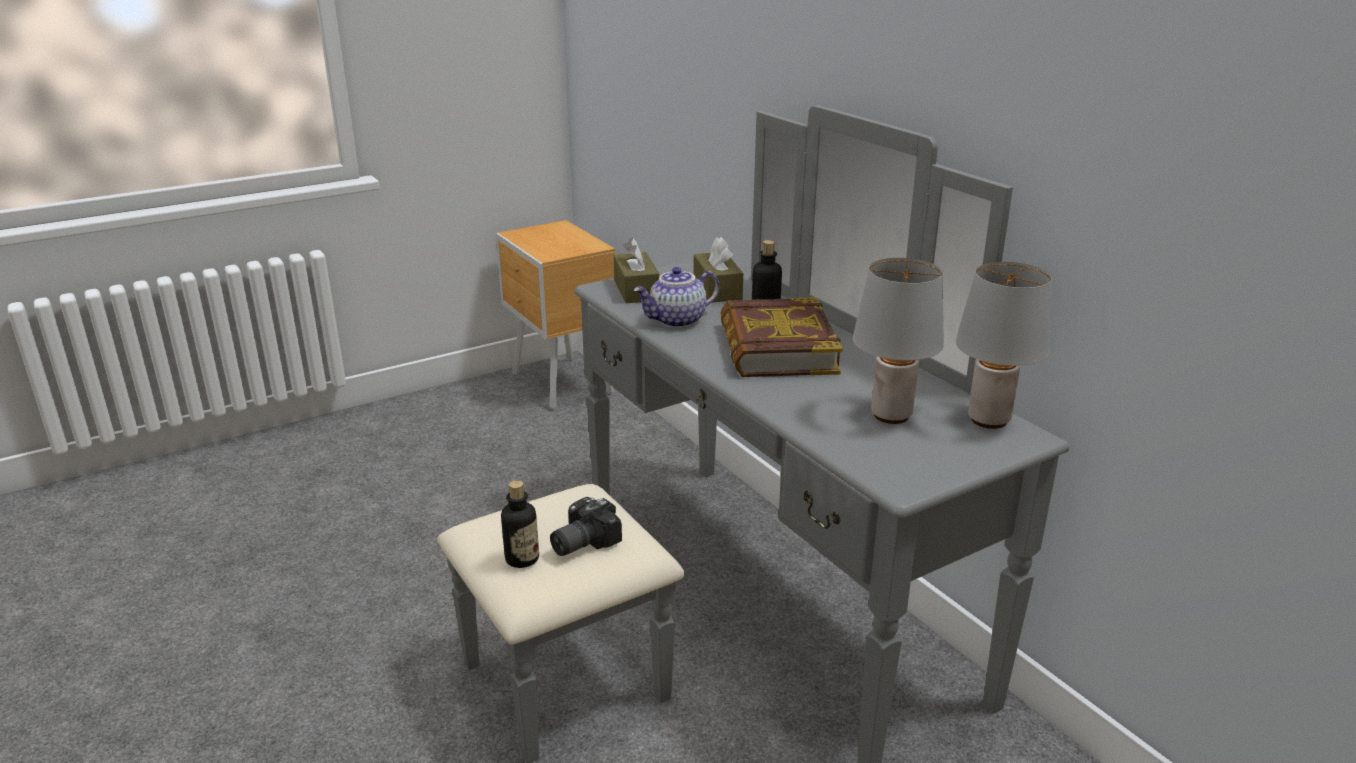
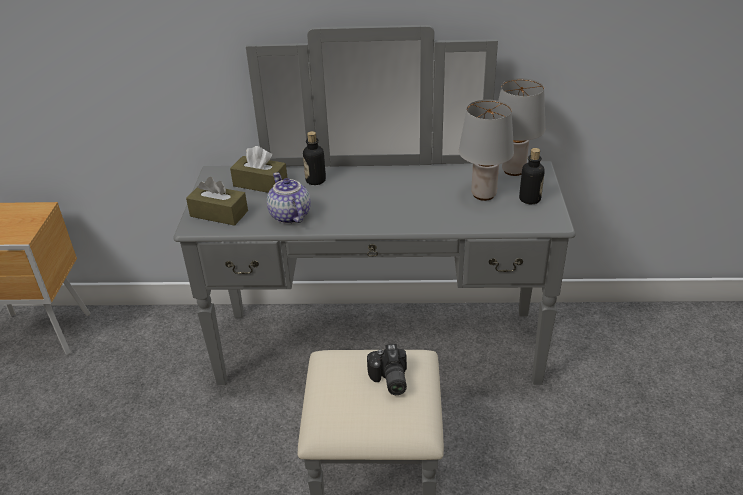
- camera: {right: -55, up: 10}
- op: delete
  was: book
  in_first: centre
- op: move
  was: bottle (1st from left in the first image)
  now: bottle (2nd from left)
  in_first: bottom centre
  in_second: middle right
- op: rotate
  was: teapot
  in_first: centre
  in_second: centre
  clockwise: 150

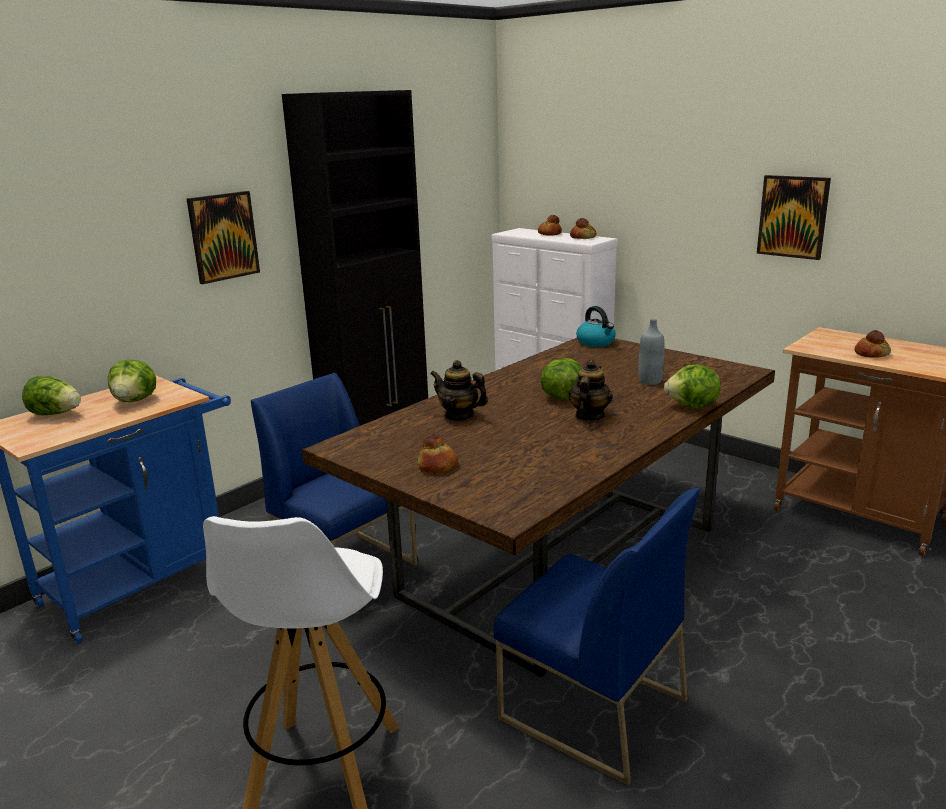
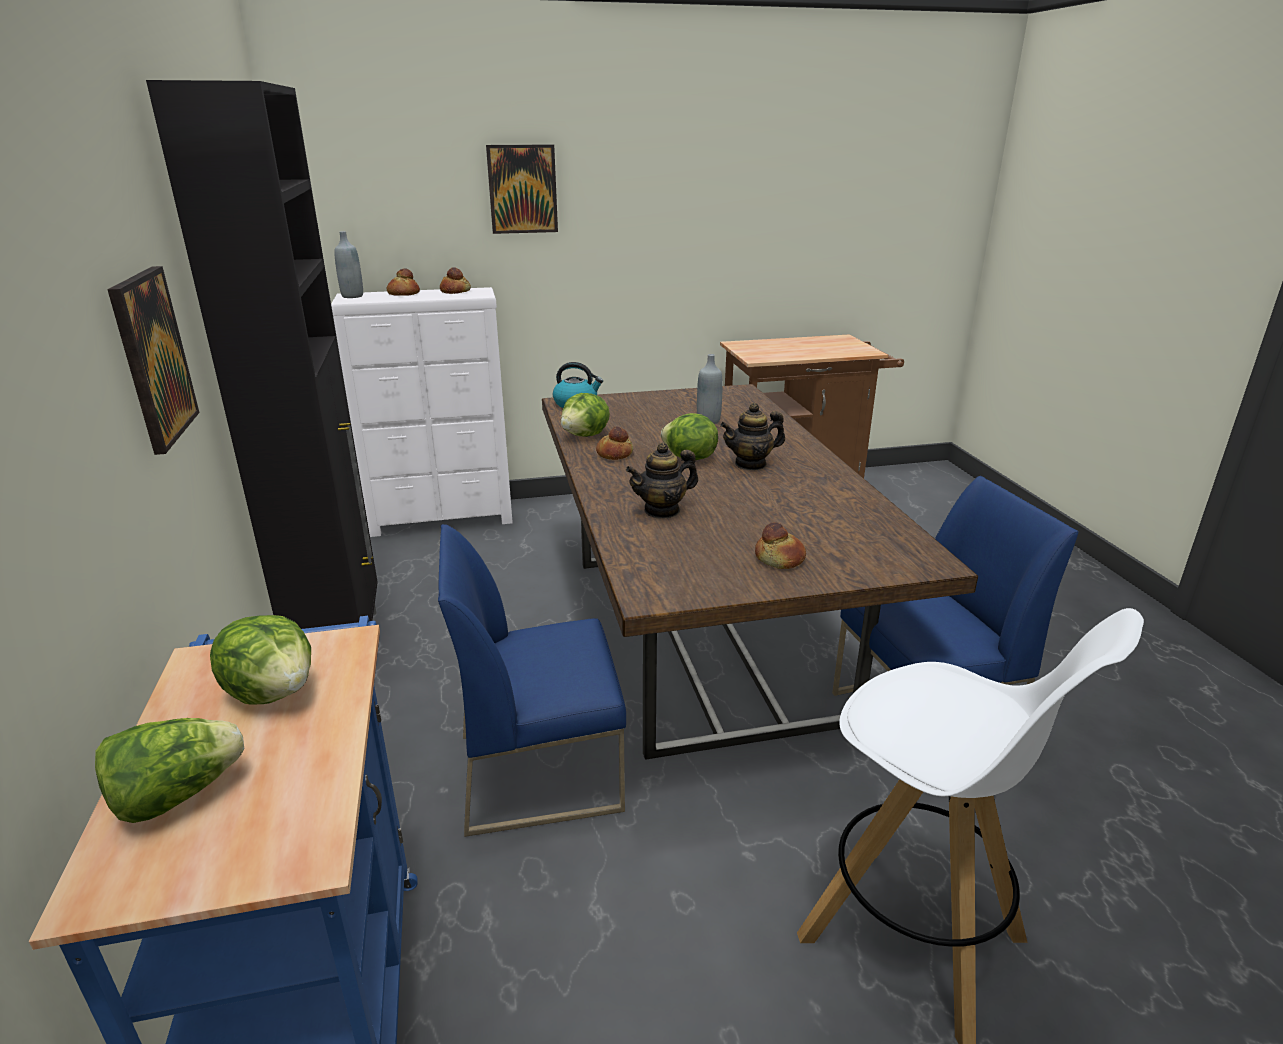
- camera: {right: -55, up: 5}
- op: insert
  now: grey bottle (1st from left)
  in_second: top left
- op: move
  was: lettuce (4th from left in the first image)
  now: lettuce (3rd from left)
  in_first: middle right
  in_second: centre
- op: move
  was: picture (2nd from left)
  in_first: top right
  in_second: top centre
- op: move
  was: bread (4th from left in the first image)
  now: bread (3rd from left)
  in_first: middle right
  in_second: centre
- op: rotate
  was: teapot (2nd from left)
  in_first: centre
  in_second: centre
  clockwise: -75

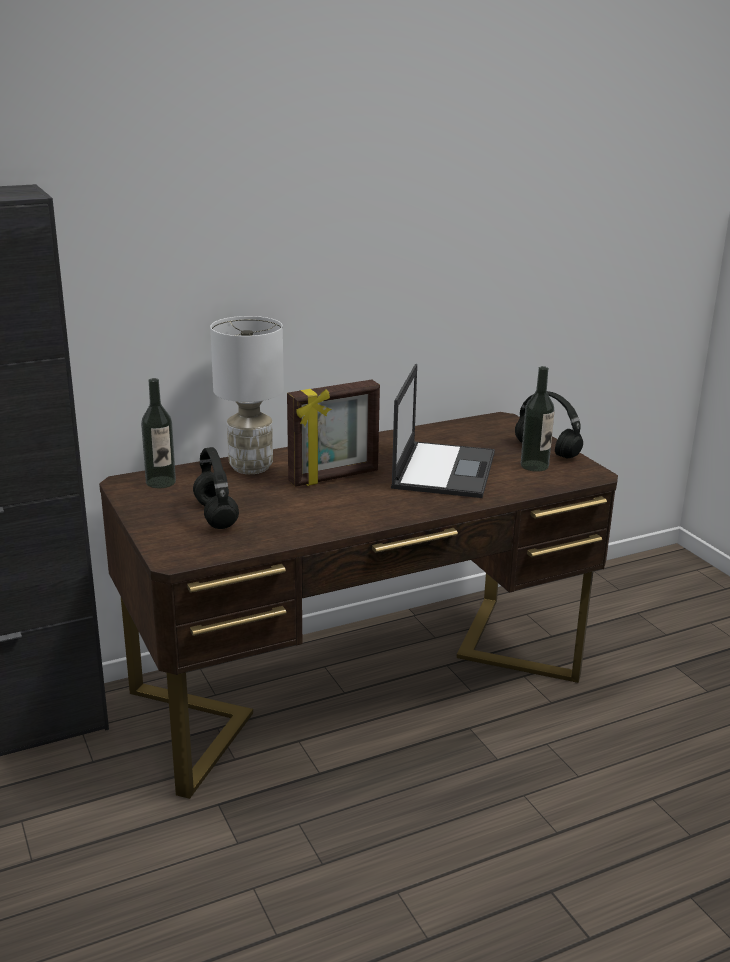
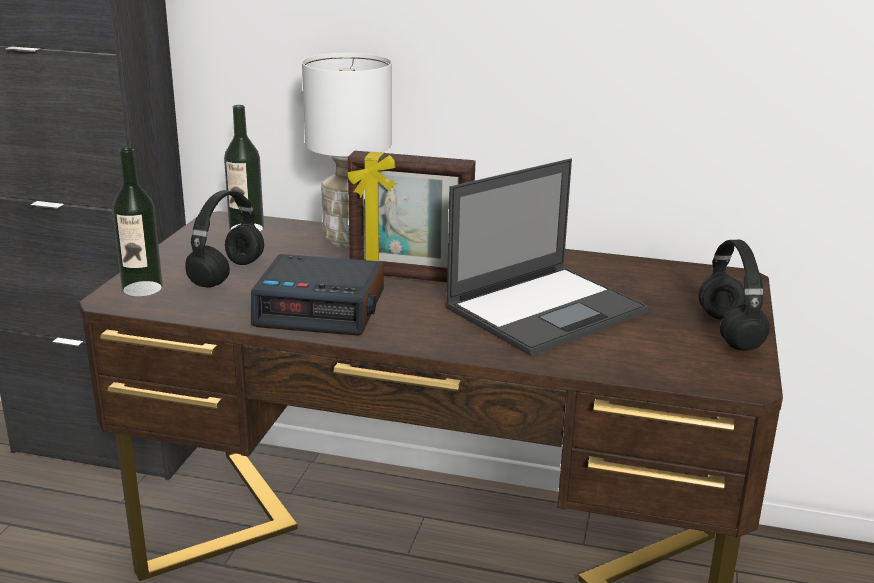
- camera: {right: 40, up: 0}
- op: insert
  now: alarm clock
  in_second: centre
- op: move
  was: bottle (2nd from left in the first image)
  now: bottle (1st from left)
  in_first: middle right
  in_second: middle left

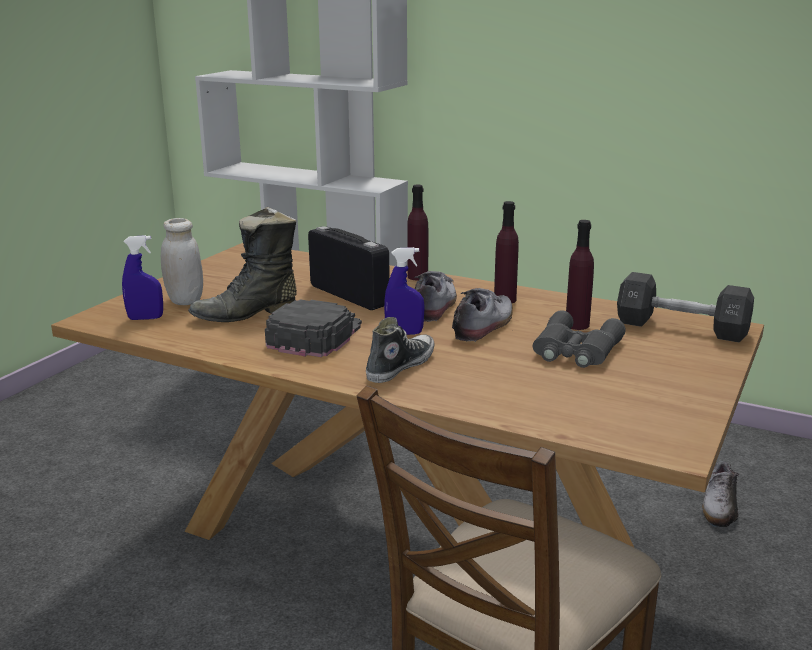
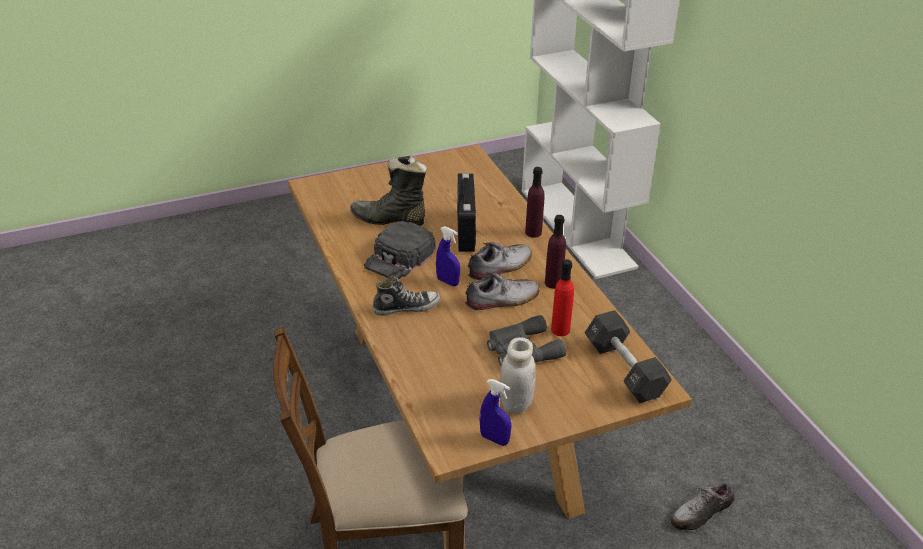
- camera: {right: 40, up: 15}
- op: move
  was: blue spray bottle (1st from left in the first image)
  now: blue spray bottle (2nd from left)
  in_first: middle left
  in_second: bottom centre
- op: move
  was: white jar
  in_first: middle left
  in_second: bottom centre
- op: recolor
  was: purple bottle (3rd from left)
  now: red bottle
  in_first: middle right
  in_second: centre
- op: rotate
  was: black cap
  in_first: centre
  in_second: centre
  clockwise: 150

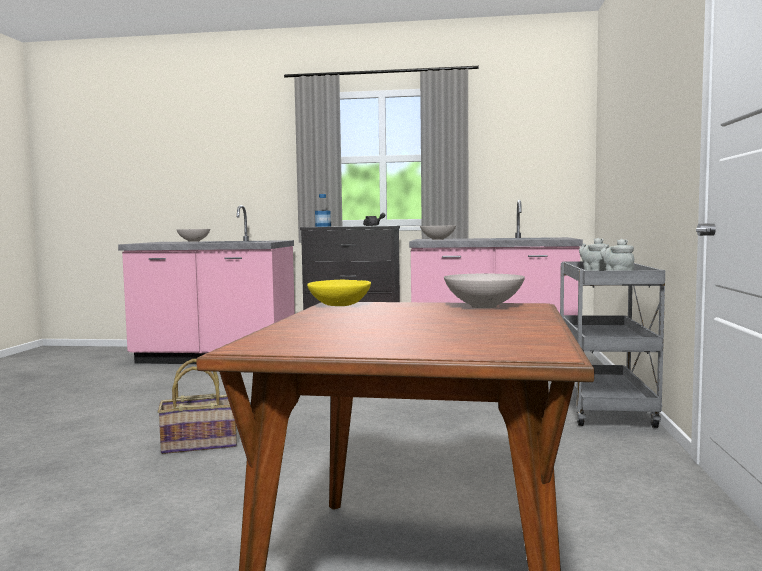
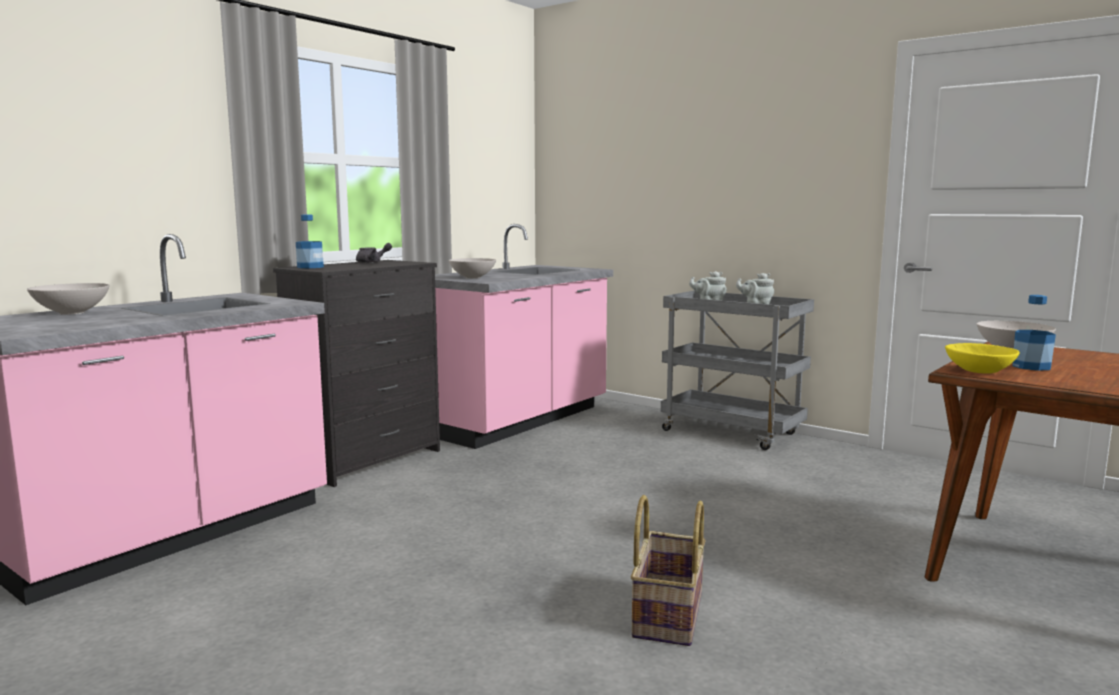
- camera: {right: -60, up: 5}
- op: insert
  now: bottle (2nd from left)
  in_second: middle right

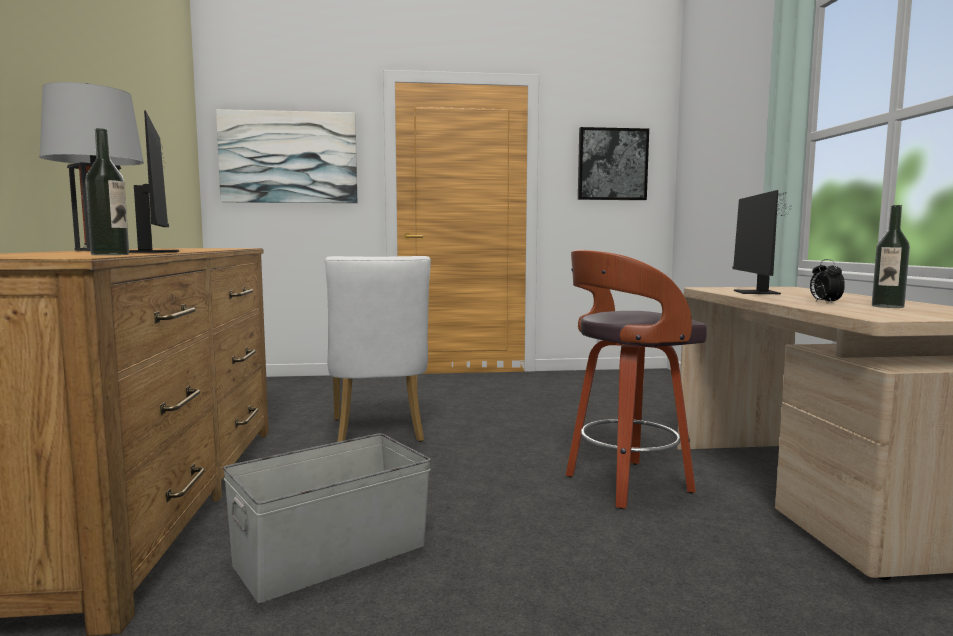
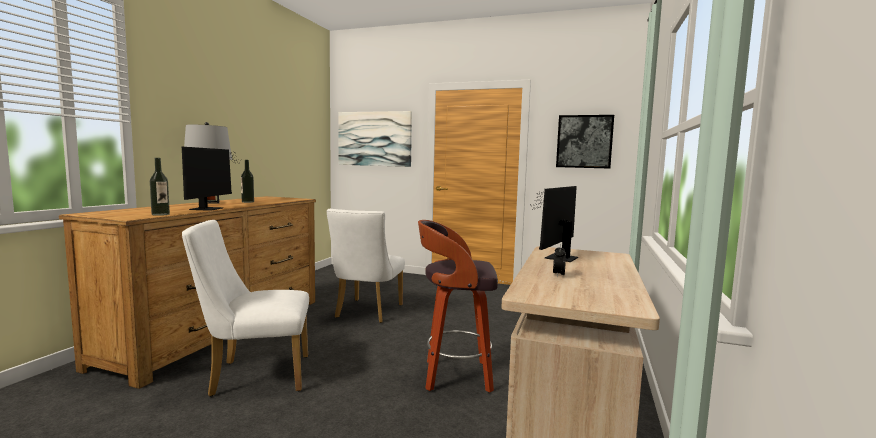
- camera: {right: 25, up: 0}
- op: move
  was: bottle (2nd from left)
  in_first: middle right
  in_second: middle left
- op: replace
  was: grey storage box
  now: white chair (1st from left)
  in_first: bottom centre
  in_second: bottom left

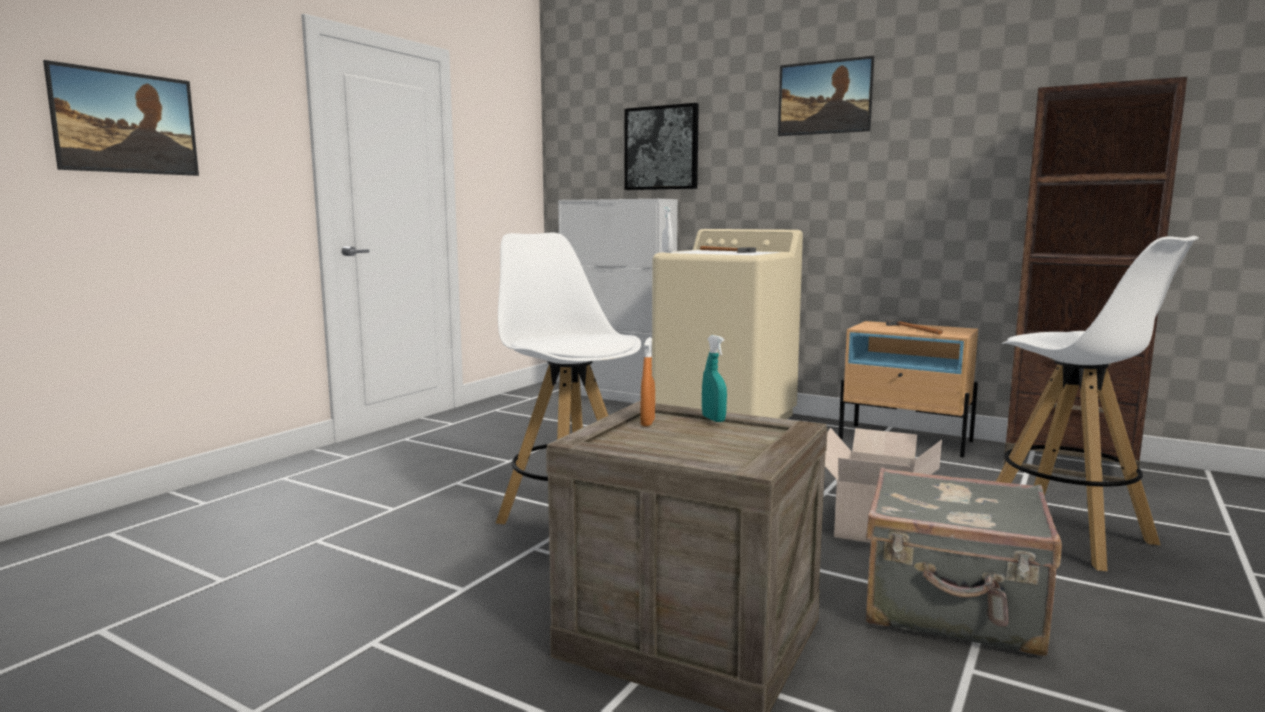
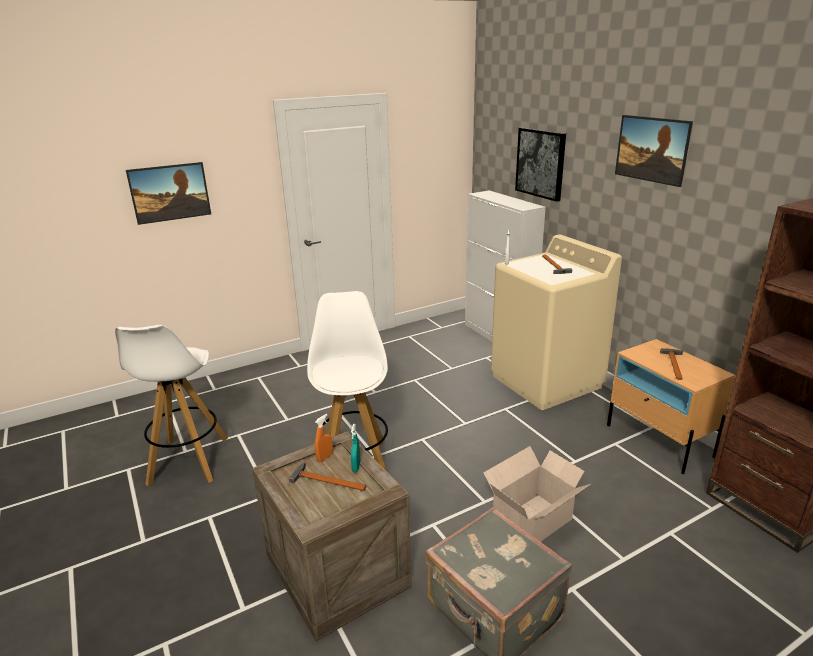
- camera: {right: 30, up: 15}
- op: insert
  now: hammer (1st from left)
  in_second: bottom centre
- op: move
  was: white stool (2nd from left in the first image)
  now: white stool (1st from left)
  in_first: middle right
  in_second: middle left

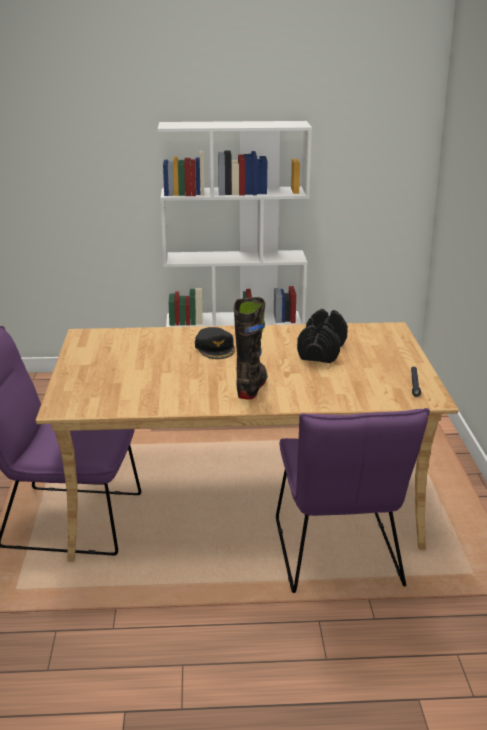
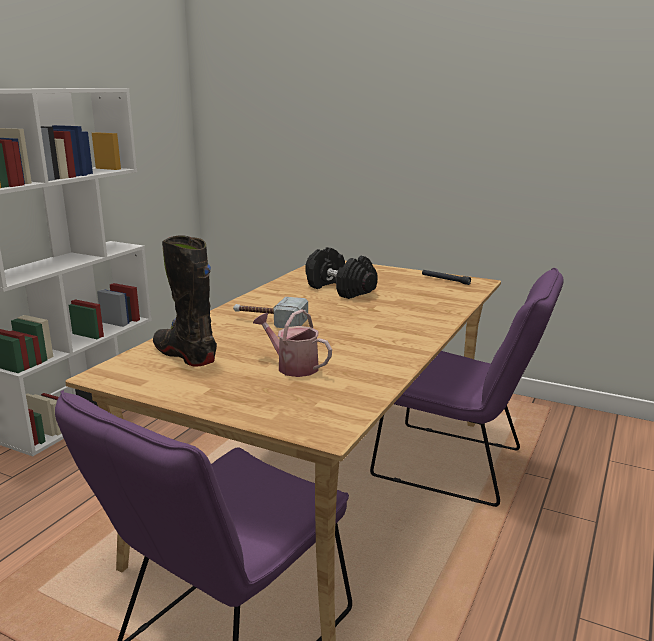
- camera: {right: -60, up: -5}
- op: insert
  now: watering can
  in_second: centre
- op: move
  was: black boot
  in_first: centre
  in_second: middle left
- op: replace
  was: black cap
  now: hammer
  in_first: centre
  in_second: centre

